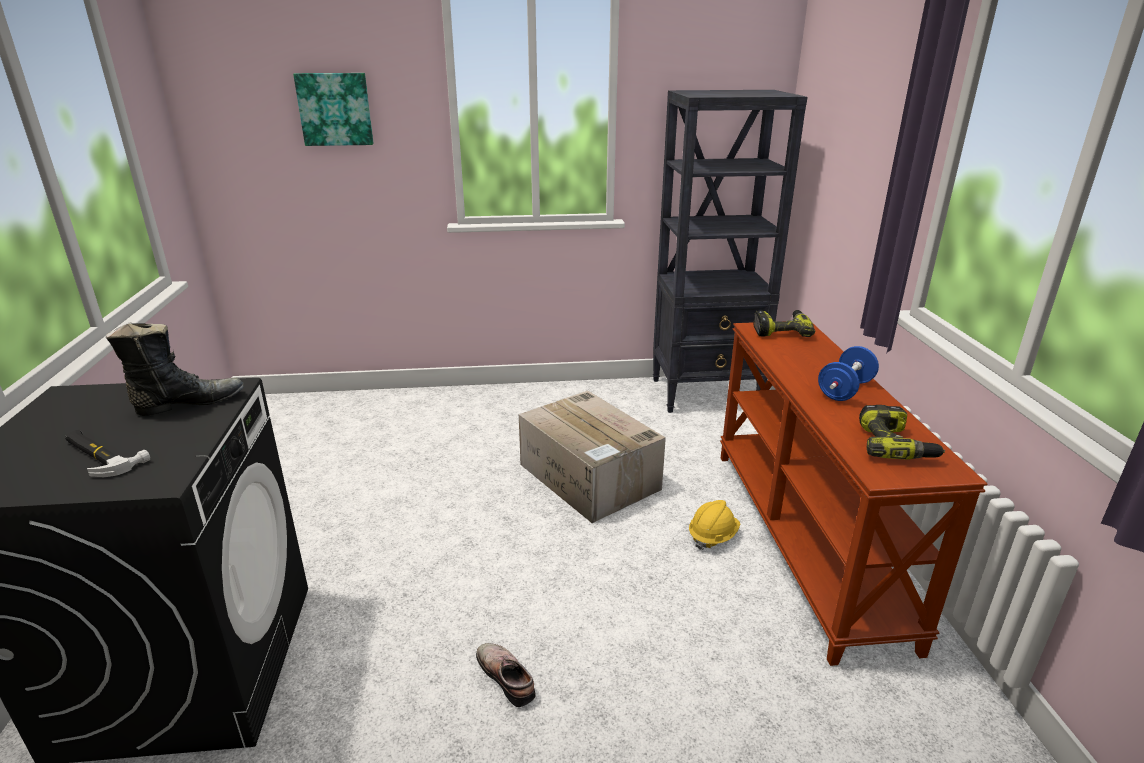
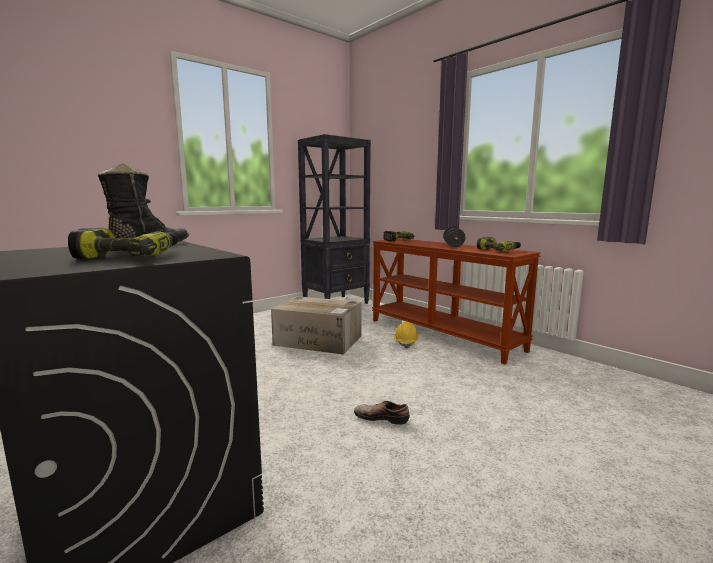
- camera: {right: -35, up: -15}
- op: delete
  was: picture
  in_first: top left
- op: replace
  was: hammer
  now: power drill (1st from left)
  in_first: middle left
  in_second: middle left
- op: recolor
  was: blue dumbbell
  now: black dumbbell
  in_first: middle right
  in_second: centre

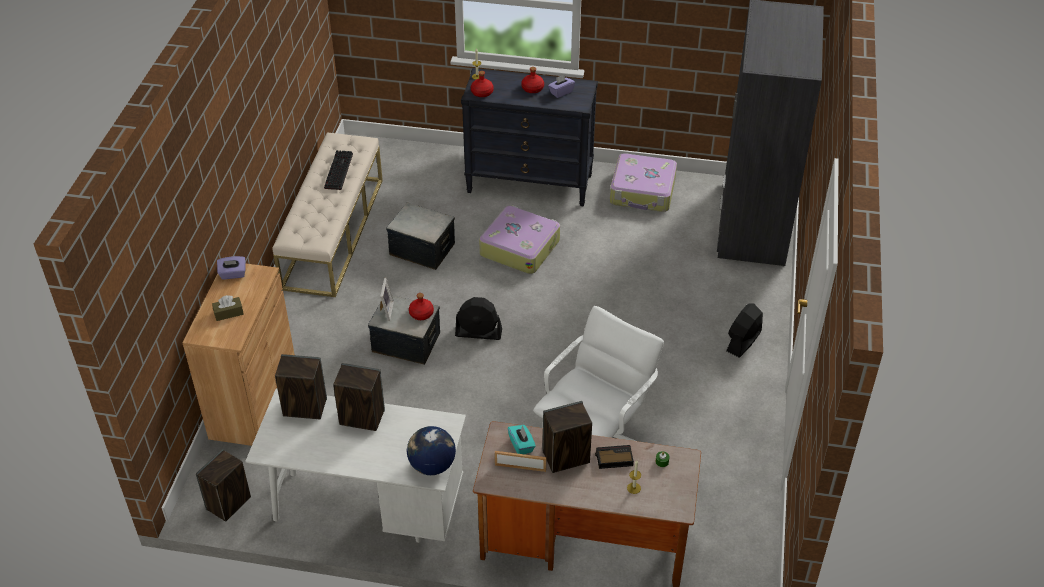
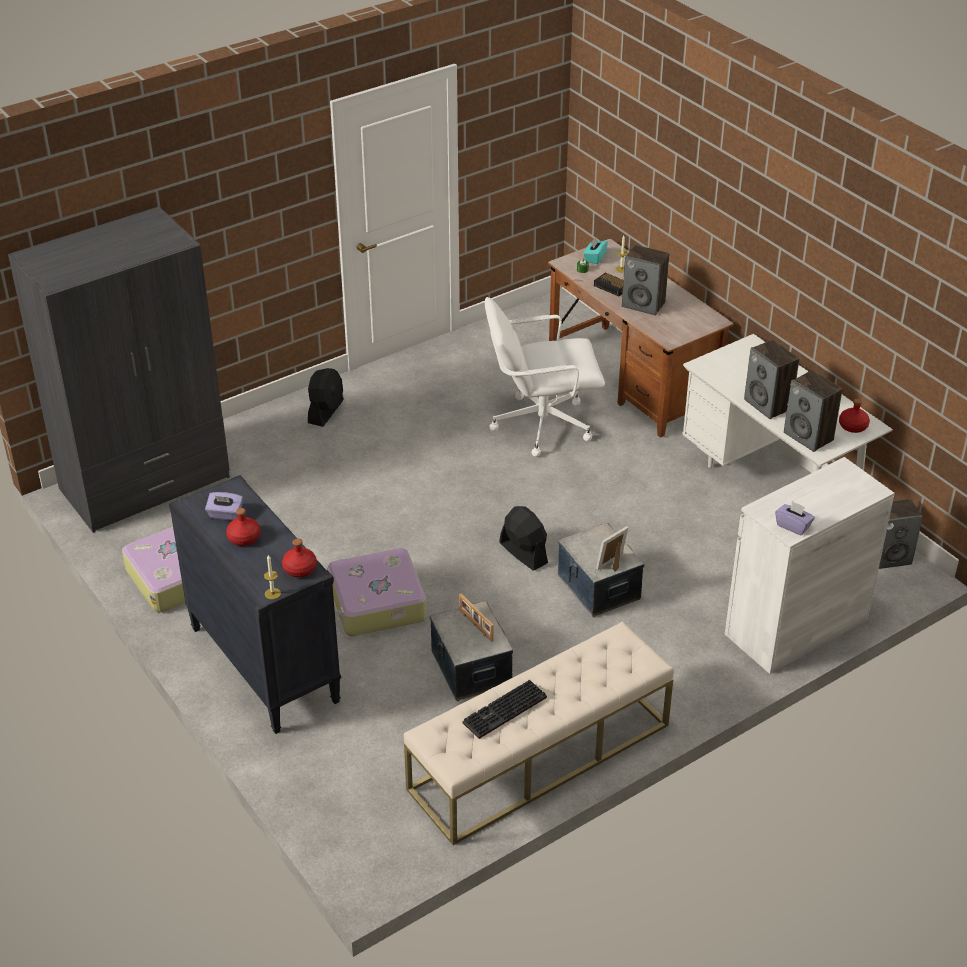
- camera: {right: -135, up: -5}
- op: delete
  was: brown tissue box
  in_first: middle left
- op: delete
  was: globe
  in_first: bottom centre
- op: move
  was: red bottle (1st from left in the first image)
  now: red bottle (3rd from left)
  in_first: centre
  in_second: middle right
- op: move
  was: picture frame (2nd from left in the first image)
  now: picture frame (1st from left)
  in_first: bottom centre
  in_second: centre
- op: move
  was: turquoise tissue box
  in_first: bottom centre
  in_second: top centre
- op: recolor
  was: brown cabinet
  now: white cabinet
  in_first: middle left
  in_second: middle right
- op: rotate
  was: black fan (2nd from left in the first image)
  in_first: middle right
  in_second: centre
  clockwise: -60

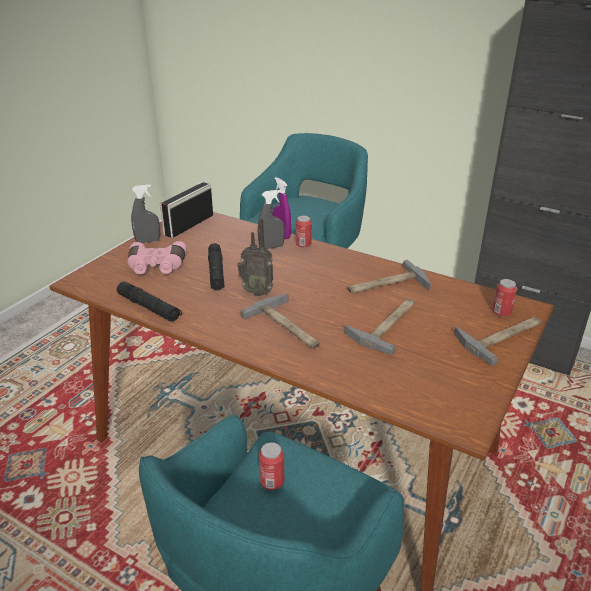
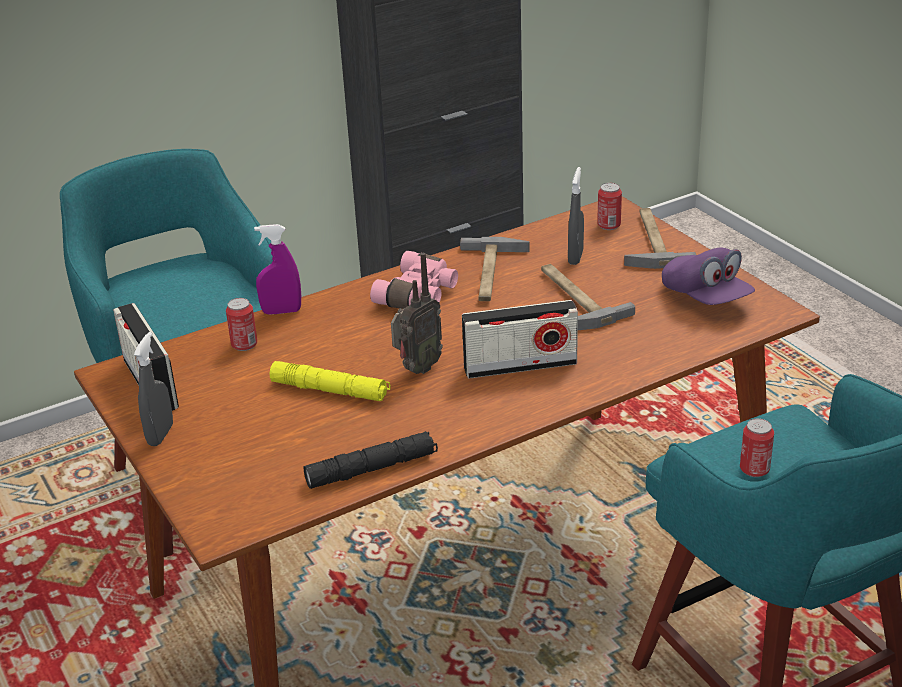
- camera: {right: -60, up: 0}
- op: insert
  now: purple cap
  in_second: middle right
- op: move
  was: pink binoculars
  in_first: middle left
  in_second: centre
- op: move
  was: grey spray bottle (2nd from left)
  in_first: centre
  in_second: top centre
- op: move
  was: can (2nd from left in the first image)
  now: can (1st from left)
  in_first: centre
  in_second: middle left
- op: replace
  was: hammer (1st from left)
  now: radio (3rd from left)
  in_first: centre
  in_second: centre
- op: recolor
  was: black flashlight (2nd from left)
  now: yellow flashlight
  in_first: centre
  in_second: centre

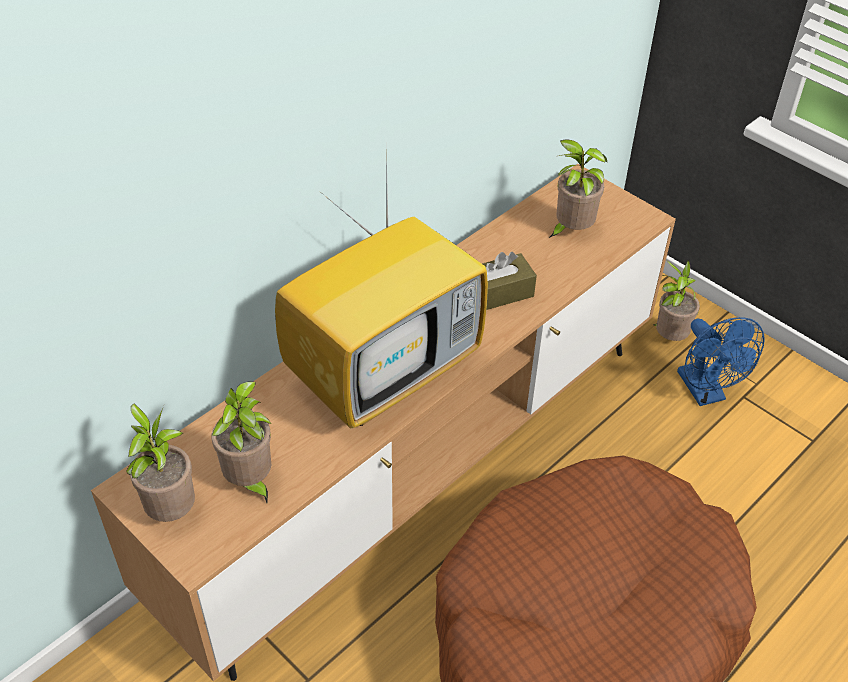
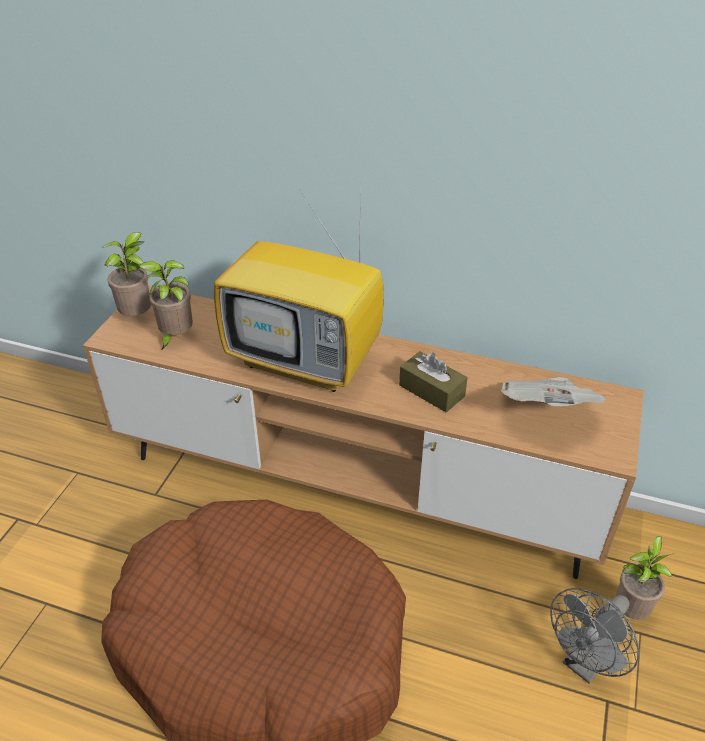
- camera: {right: 65, up: -5}
- op: replace
  was: potted plant (3rd from left)
  now: newspaper
  in_first: top right
  in_second: middle right
- op: recolor
  was: blue fan
  now: grey fan
  in_first: middle right
  in_second: bottom right

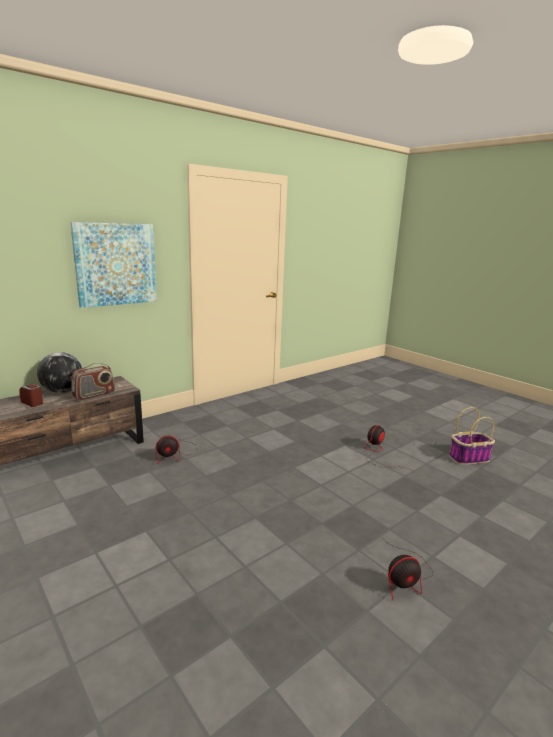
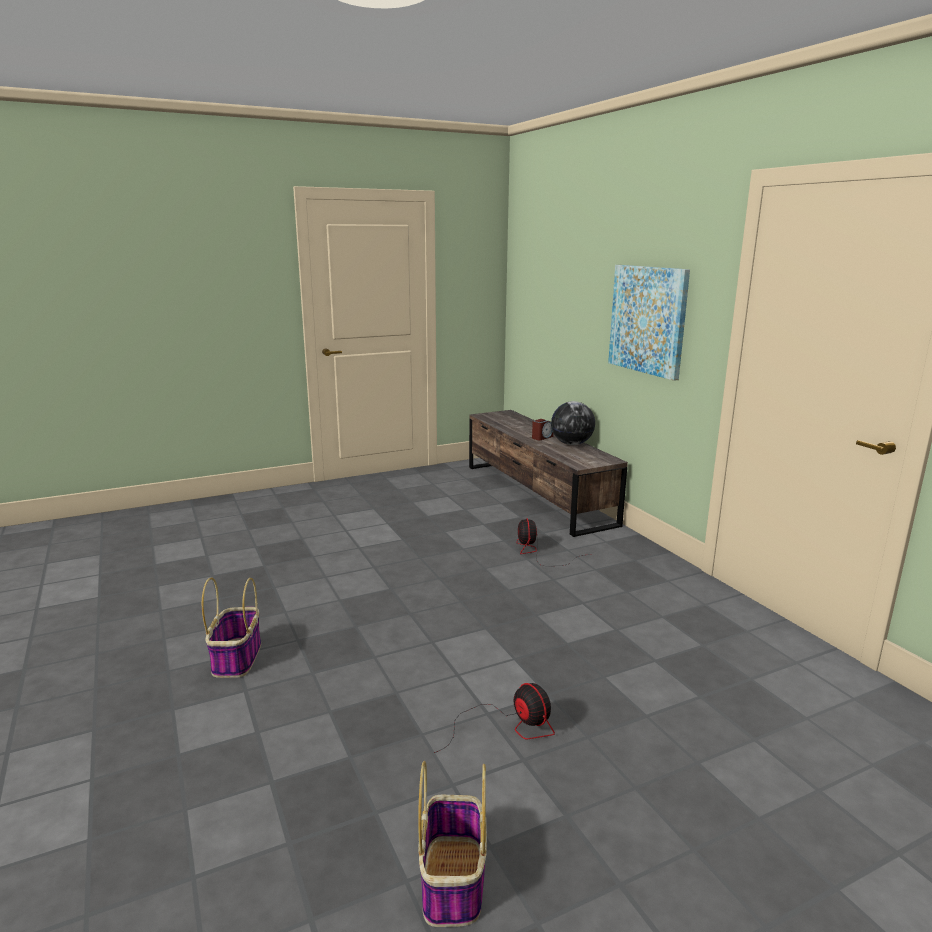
- camera: {right: 105, up: 0}
- op: delete
  was: radio
  in_first: middle left
- op: replace
  was: fan (3rd from left)
  now: basket (1st from left)
  in_first: bottom right
  in_second: bottom left

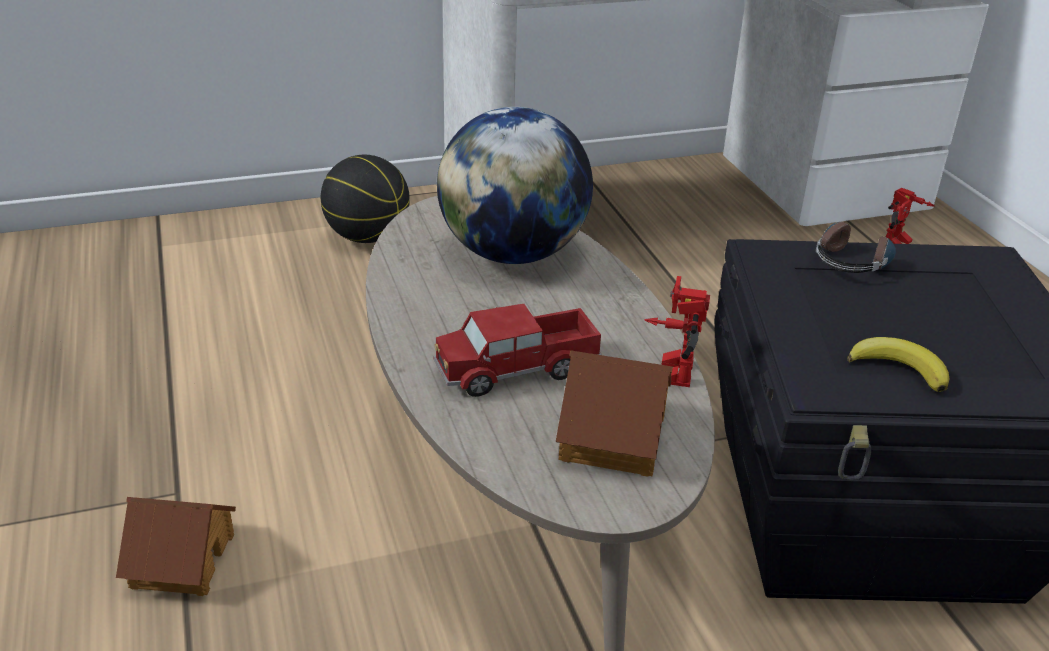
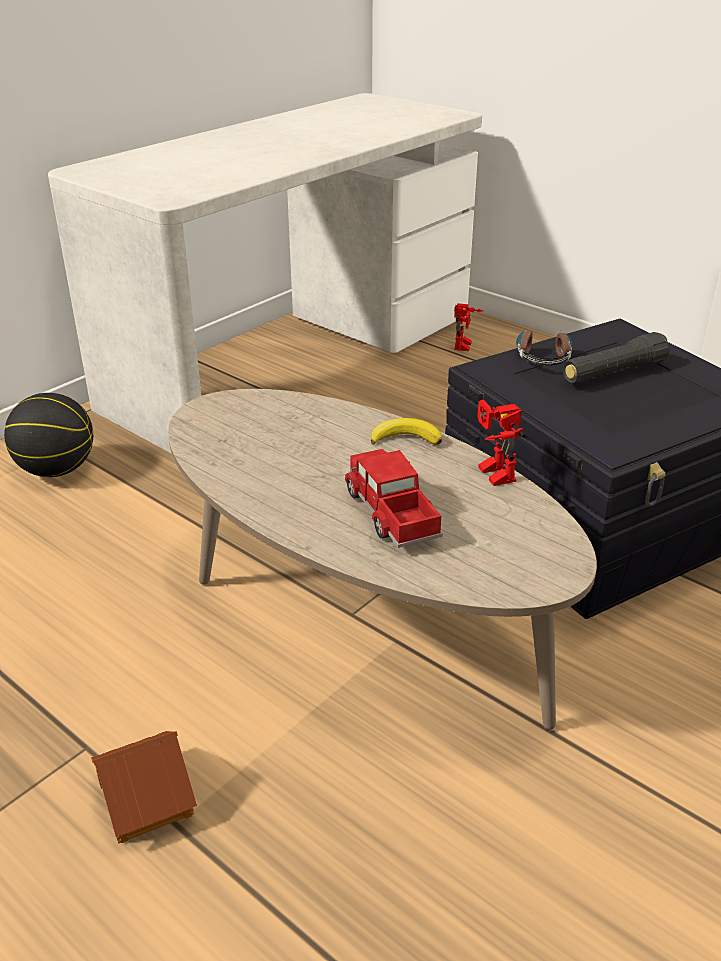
- camera: {right: -30, up: 0}
- op: delete
  was: globe
  in_first: top centre
- op: delete
  was: toy house (2nd from left)
  in_first: centre
- op: insert
  now: black flashlight
  in_second: middle right
- op: move
  was: banana
  in_first: middle right
  in_second: centre
- op: rotate
  was: toy truck
  in_first: centre
  in_second: centre
  clockwise: 120

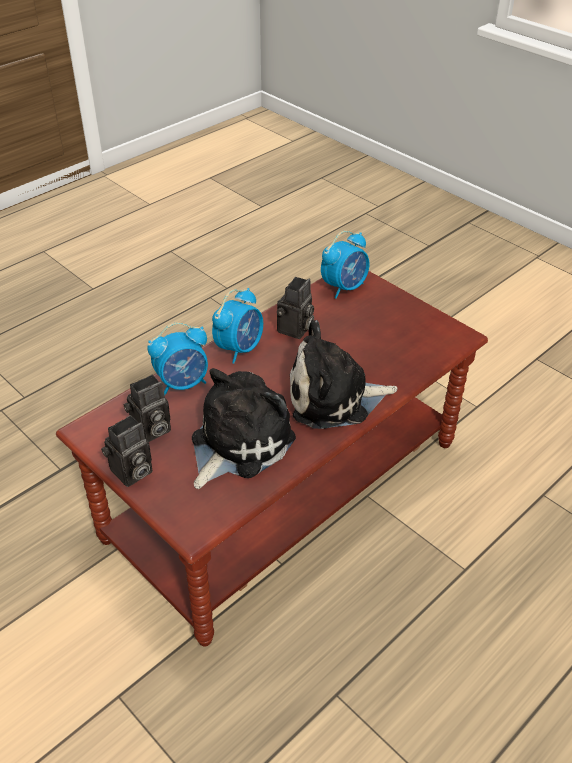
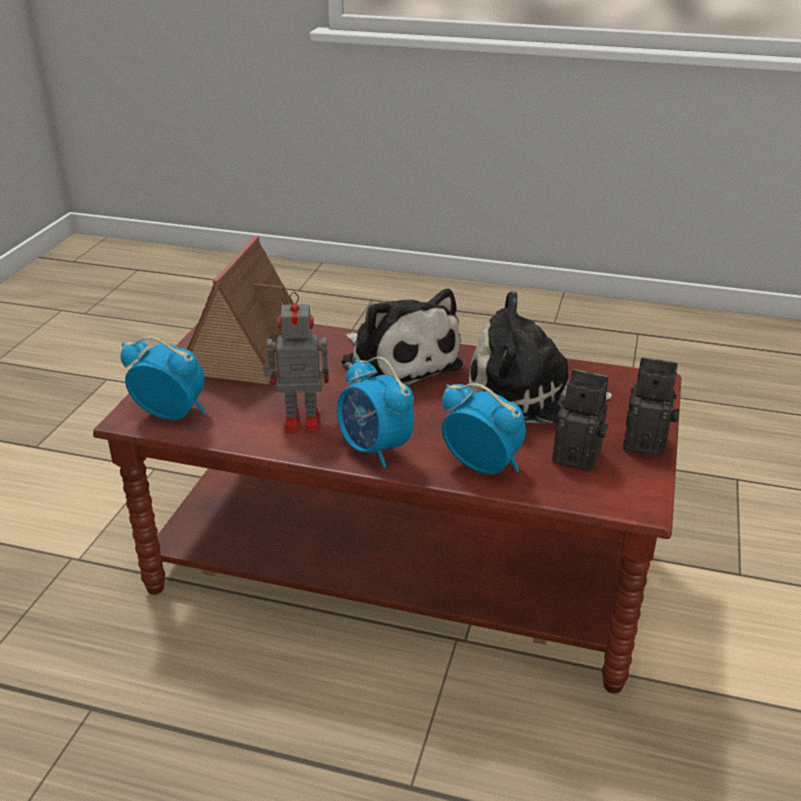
- camera: {right: -120, up: -10}
- op: insert
  now: toy house
  in_second: middle left
- op: replace
  was: photo camera (3rd from left)
  now: toy robot
  in_first: centre
  in_second: centre
- op: rotate
  was: alarm clock (2nd from left)
  in_first: centre
  in_second: centre
  clockwise: -135

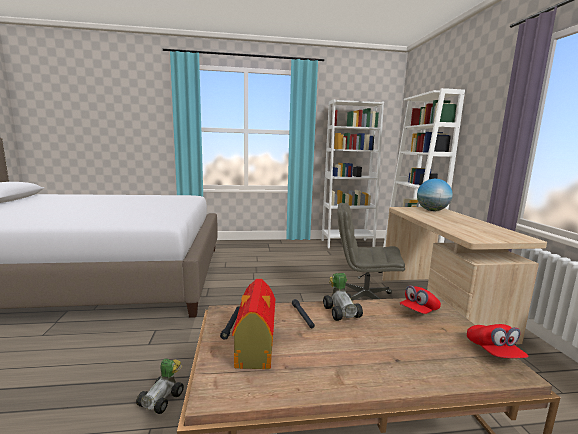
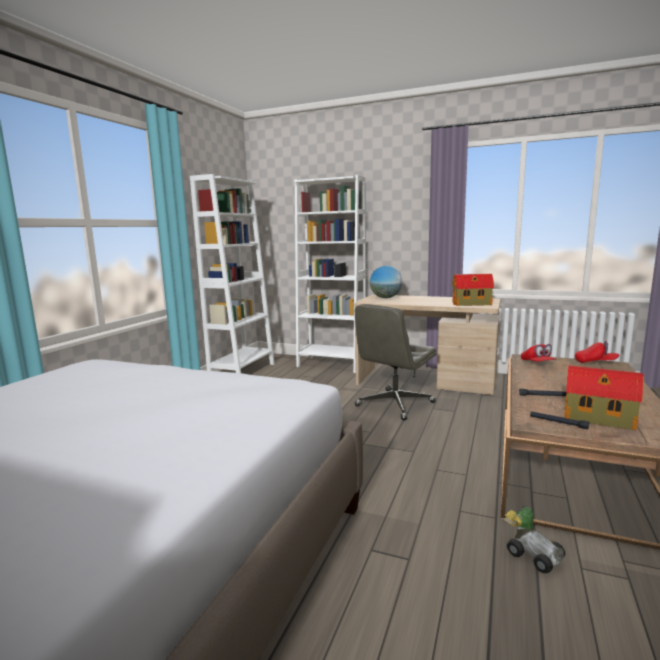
- camera: {right: -60, up: 0}
- op: delete
  was: toy car (2nd from left)
  in_first: bottom centre
- op: insert
  now: toy house (1st from left)
  in_second: middle right

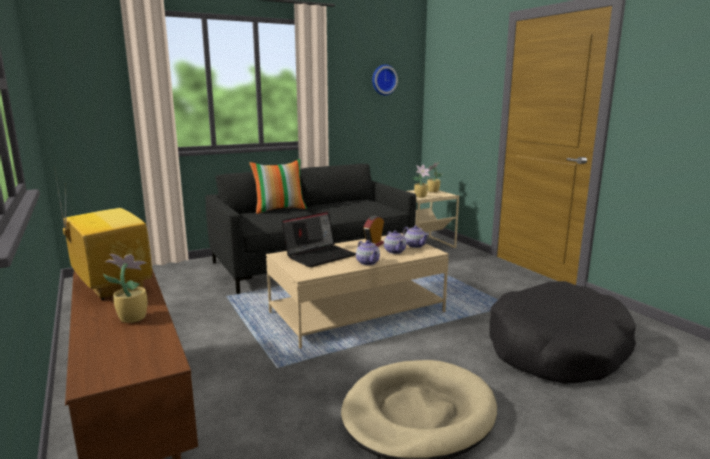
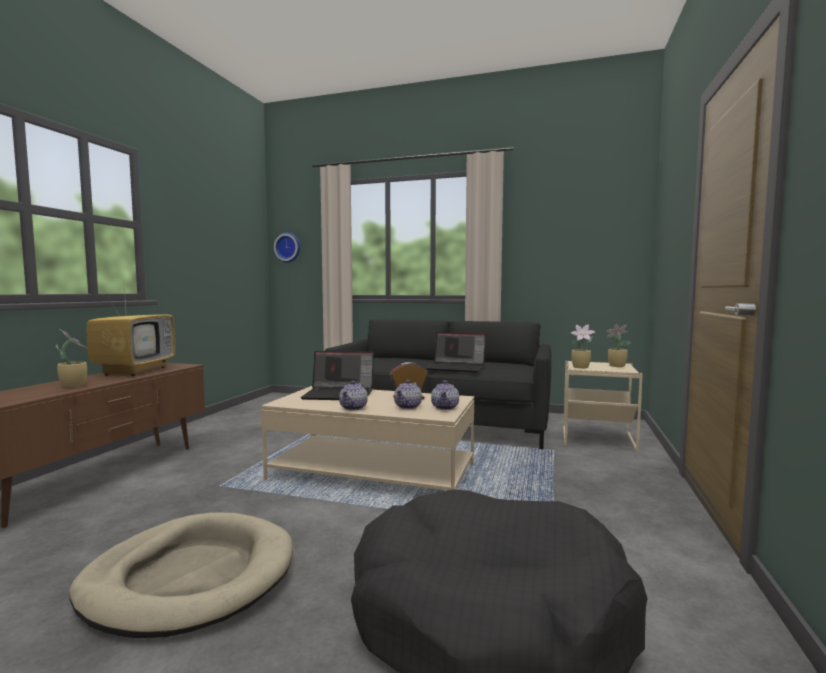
- camera: {right: 45, up: -10}
- op: delete
  was: pillow
  in_first: centre
- op: insert
  now: laptop (2nd from left)
  in_second: centre
- op: move
  was: wall clock
  in_first: top centre
  in_second: centre

